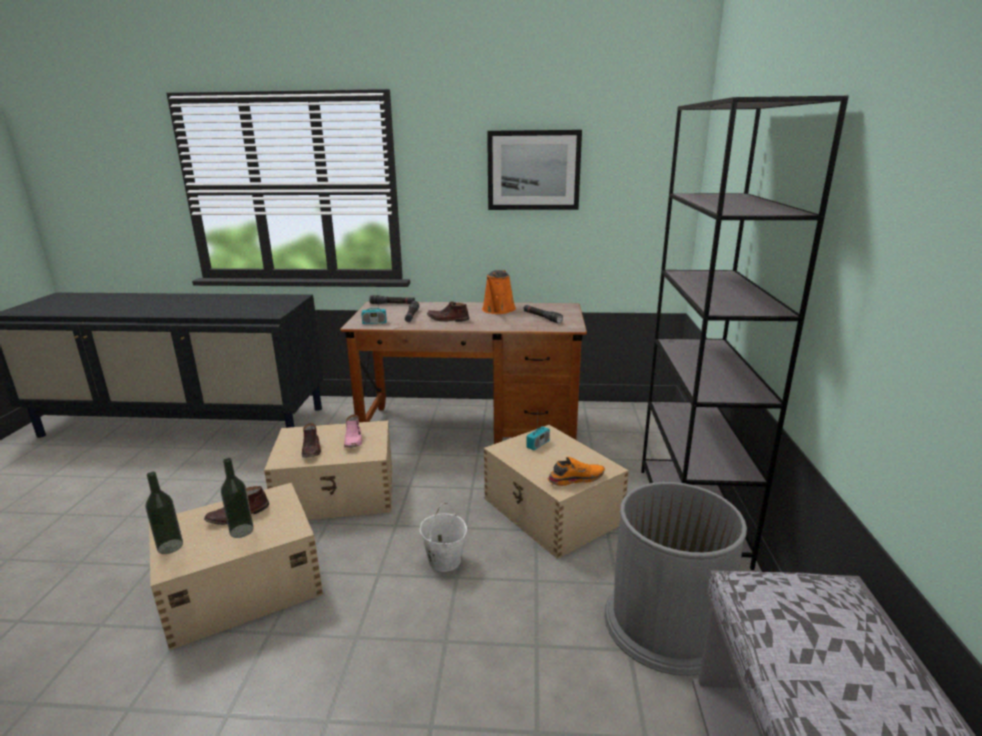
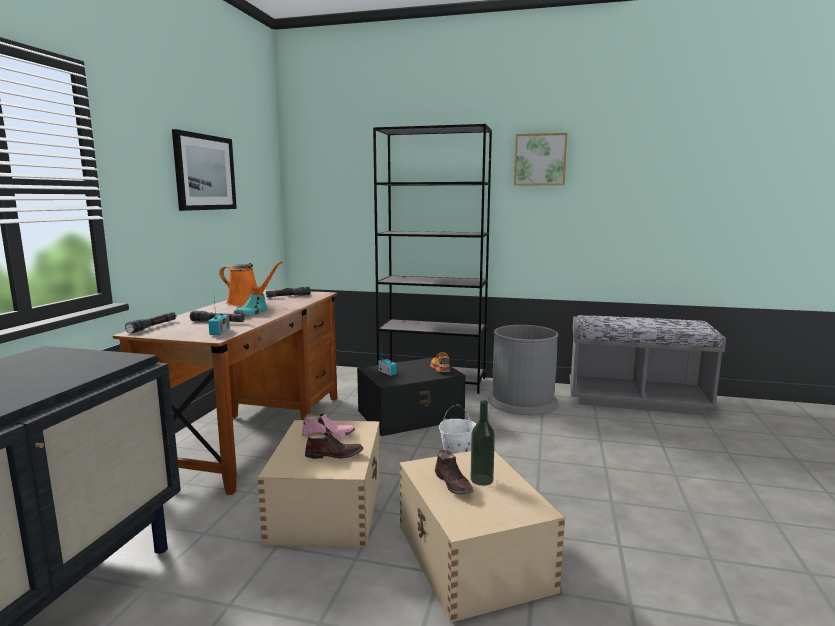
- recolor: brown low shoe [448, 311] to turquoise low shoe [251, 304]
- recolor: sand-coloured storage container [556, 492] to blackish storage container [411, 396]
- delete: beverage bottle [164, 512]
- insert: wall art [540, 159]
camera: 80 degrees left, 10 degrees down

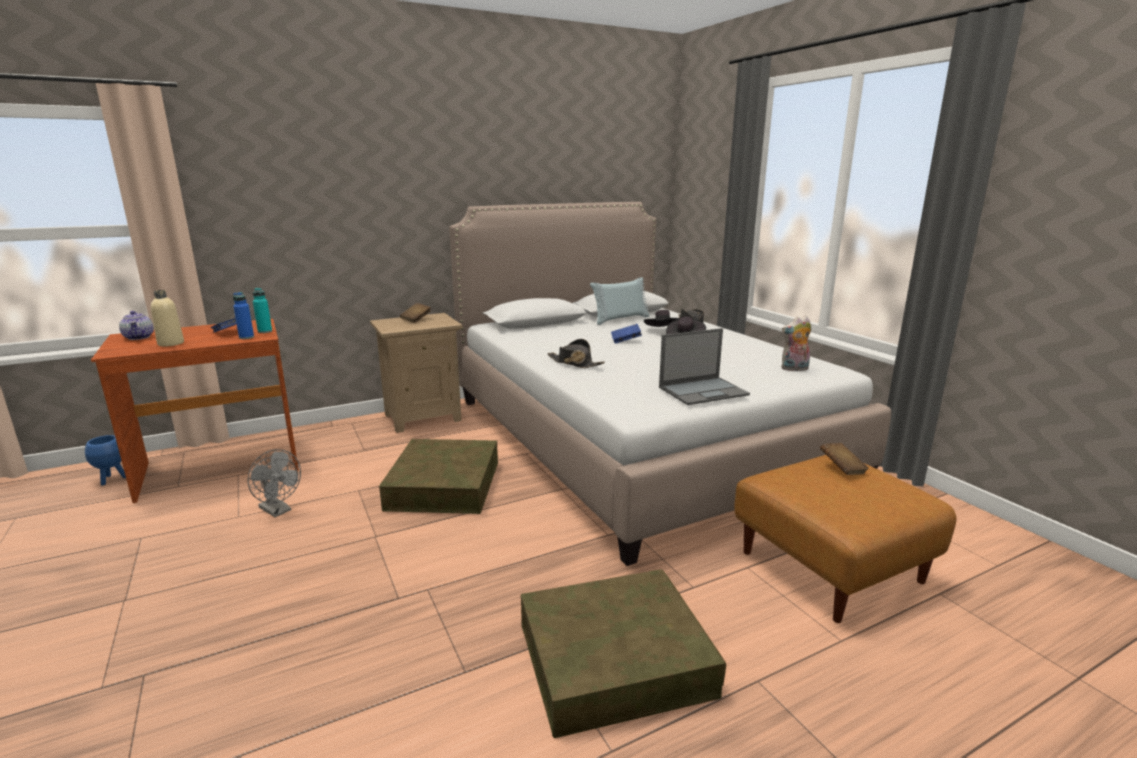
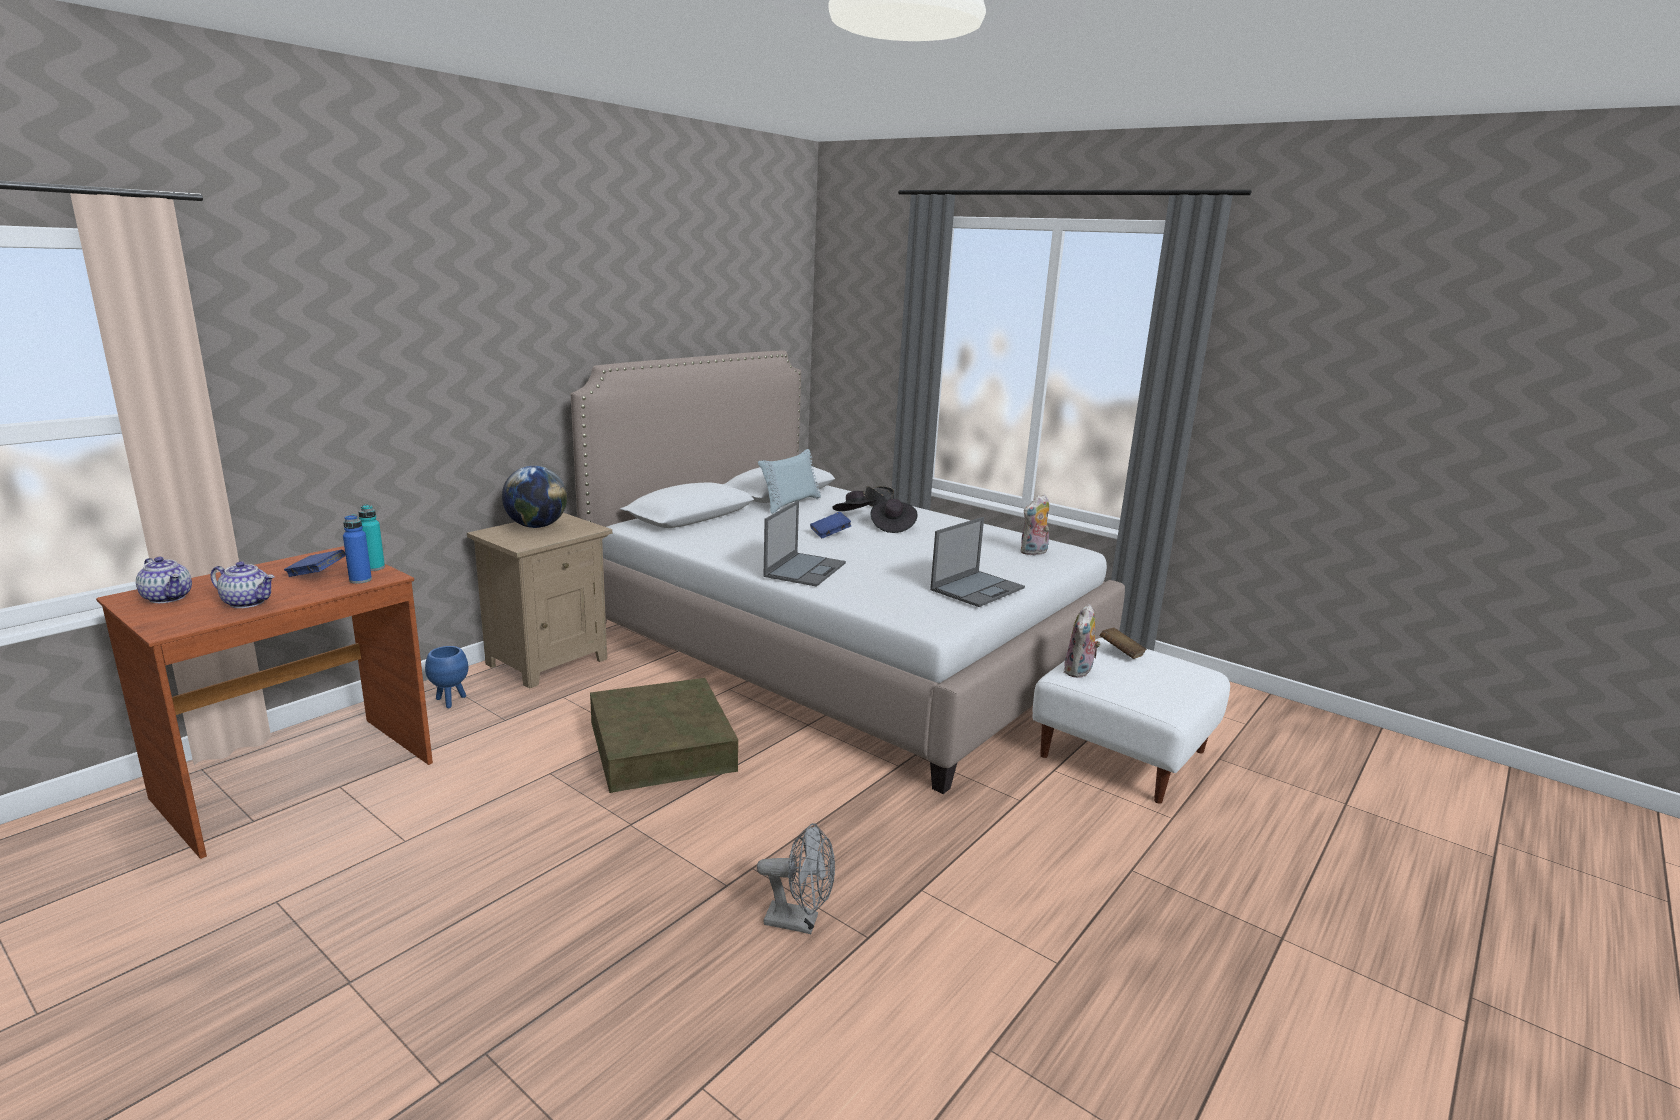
- replace: sand-coloured beverage bottle [167, 318] to pot for tea [242, 584]
- replace: brown volume [415, 313] to world globe [534, 497]
- replace: blackish hat [576, 353] to notebook computer [804, 544]
- move: blue-coloured plant pot [105, 460] to [446, 677]
- move: gray fan [274, 483] to [796, 878]
- recolor: brown footrest [845, 539] to white footrest [1131, 721]
- delete: brown storage container [623, 653]
- insert: soft toy [1082, 641]
camera: 25 degrees left, 0 degrees up

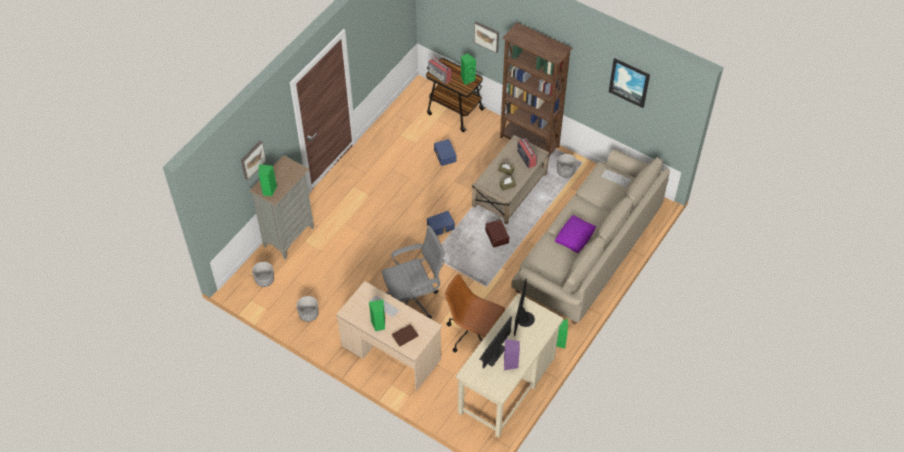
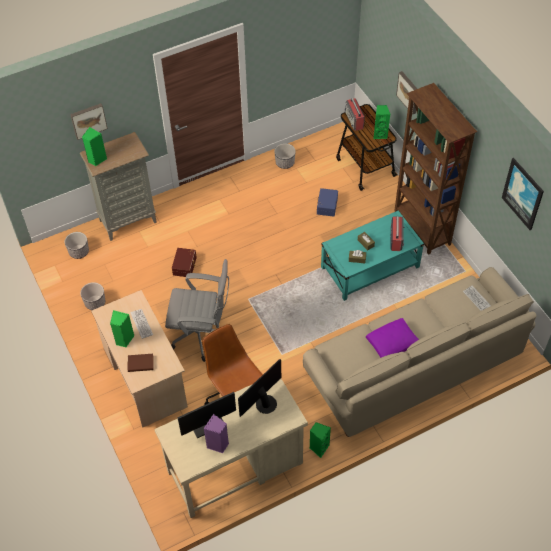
- recolor: sand-coloured lounge table [511, 180] to turquoise lounge table [372, 255]
- move: plant pot [567, 166] to [285, 156]
- delete: blue-coloured storage container [441, 223]
- move: brown storage container [497, 233] to [184, 262]
camera: 30 degrees right, 0 degrees up

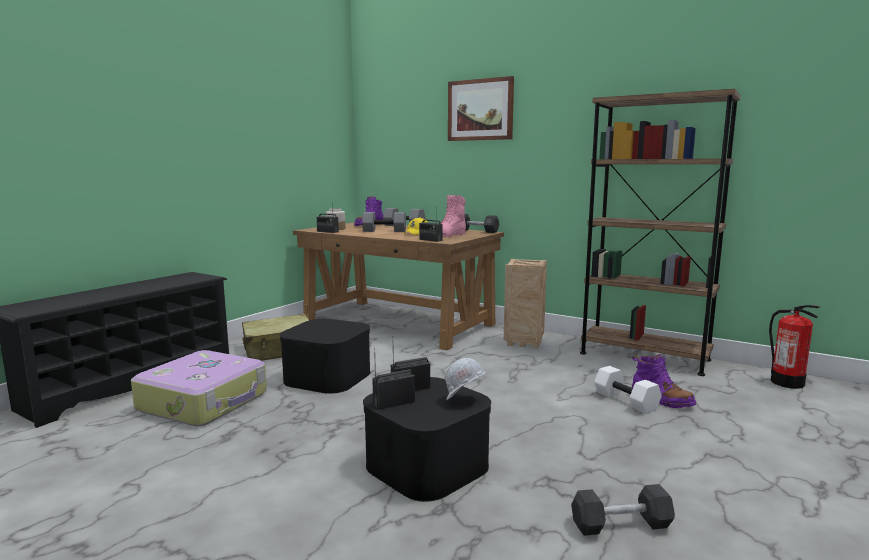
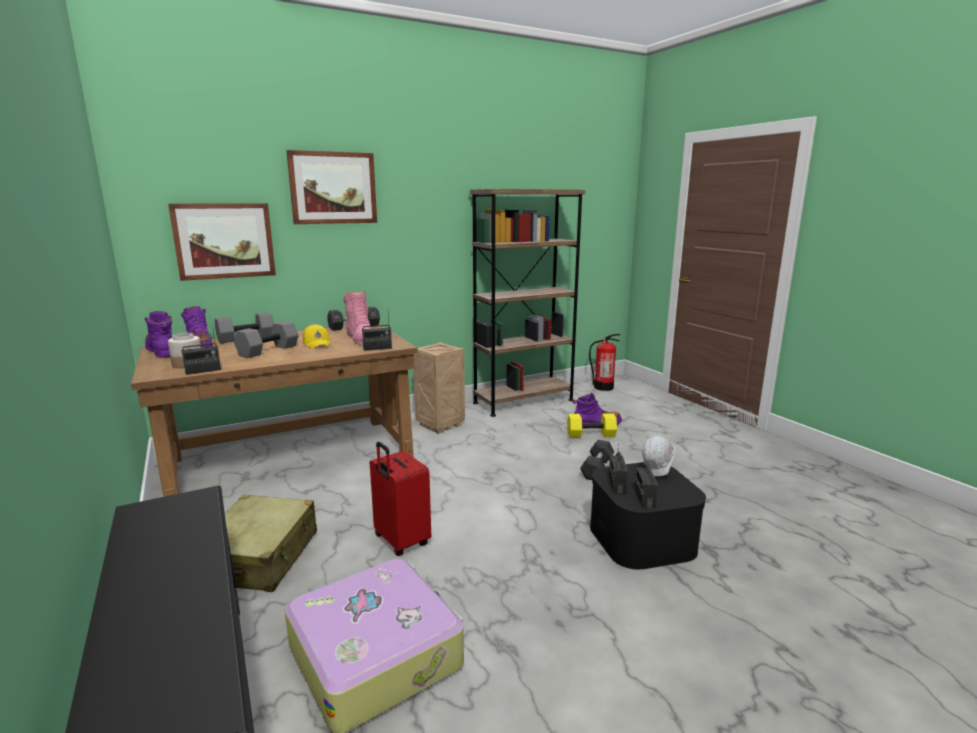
- replace: blackish storage container [325, 356] to red-coloured travel case [400, 499]
- recolor: white dumbbell [628, 390] to yellow dumbbell [592, 426]
- move: blackish dumbbell [623, 510] to [597, 460]
- insert: wall art [222, 242]
- insert: purplish tall boot [158, 334]
camera: 60 degrees left, 5 degrees up

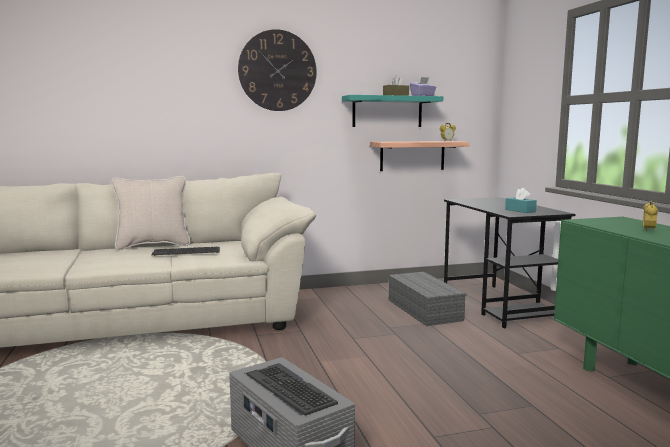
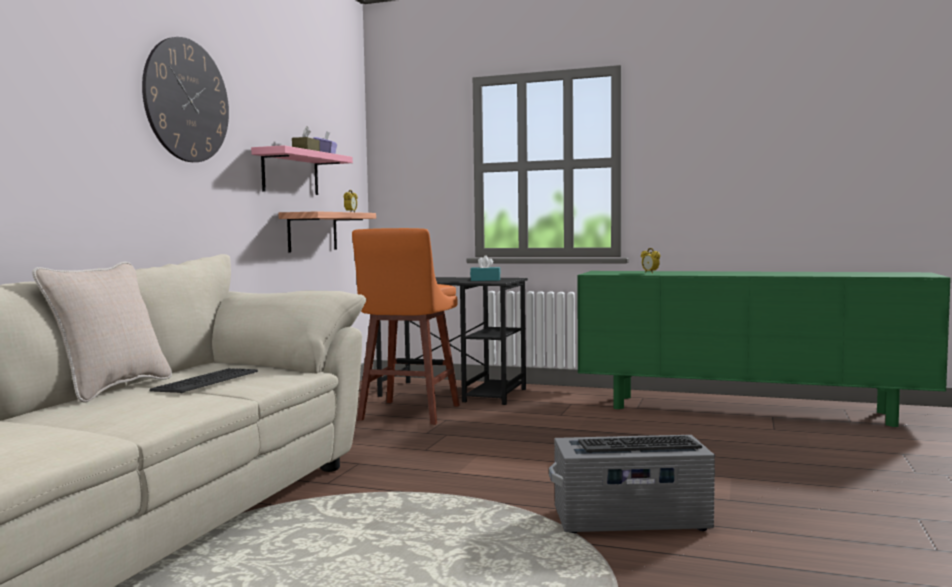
- recolor: turquoise bracket shelf [392, 111] to pink-coloured bracket shelf [302, 170]
- replace: gray storage container [427, 299] to orange stool [406, 326]
camera: 55 degrees left, 5 degrees down

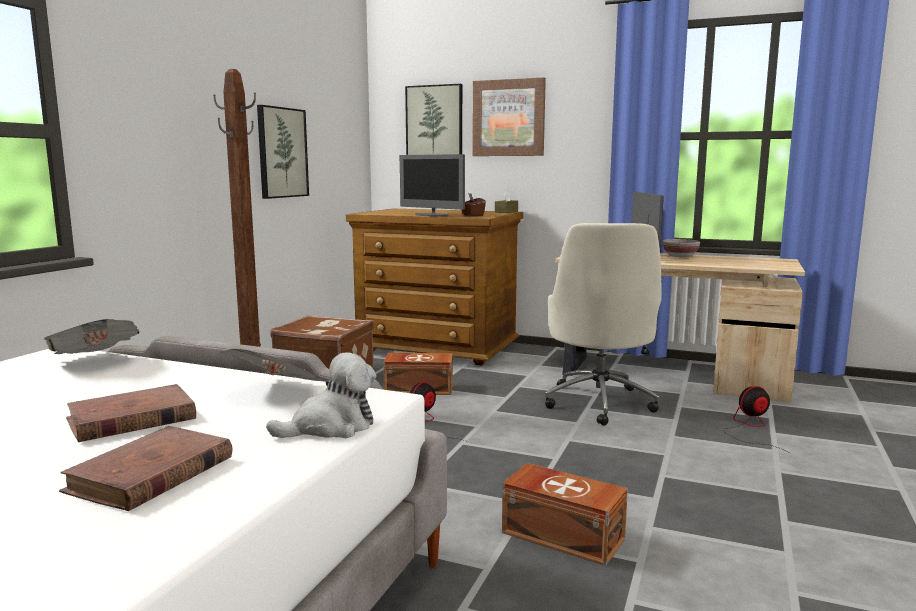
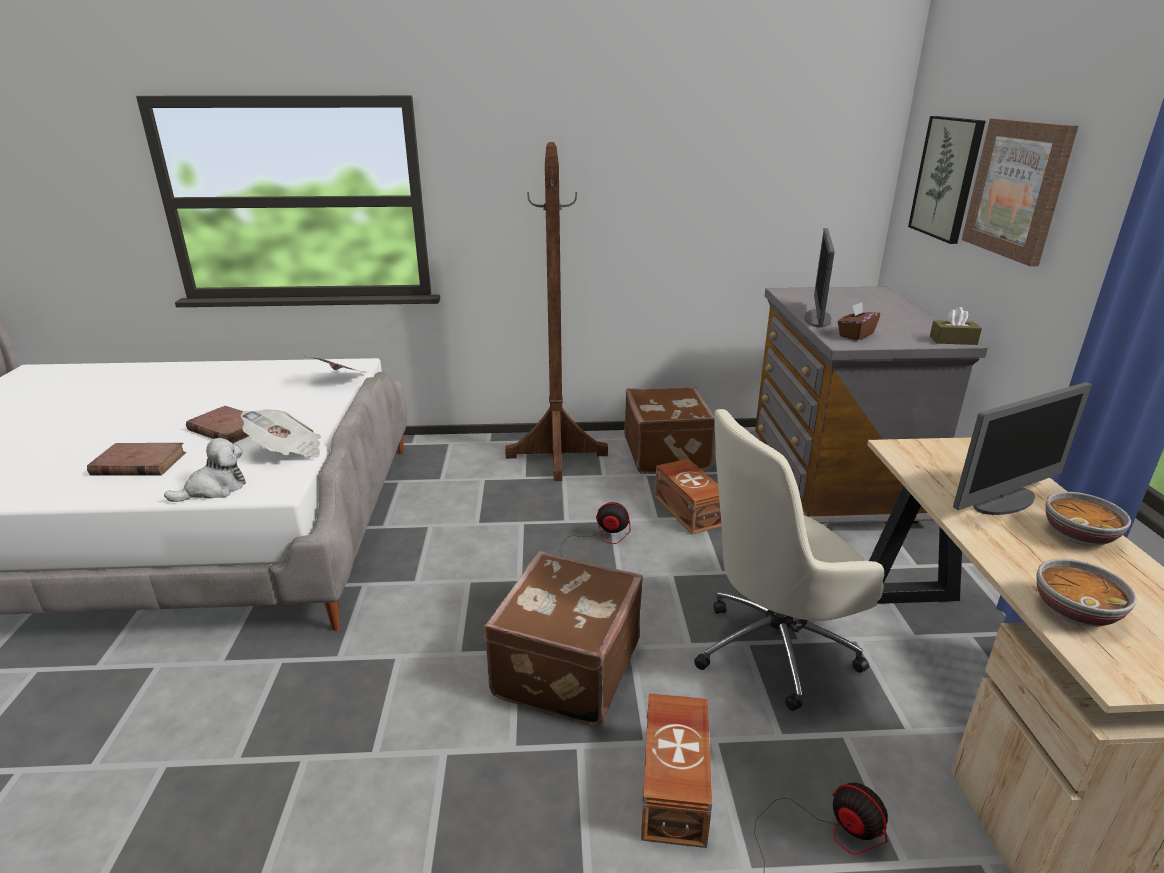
- delete: wall art [283, 152]
- recolor: brown chest of drawers [434, 287] to gray chest of drawers [869, 405]
- rotate: soft toy [321, 395] = [205, 470] 75 degrees counterclockwise
- move: brown storage container [565, 514] to [676, 770]
- insert: brown travel case [563, 639]
- insert: serving bowl [1086, 593]
camera: 65 degrees right, 15 degrees up

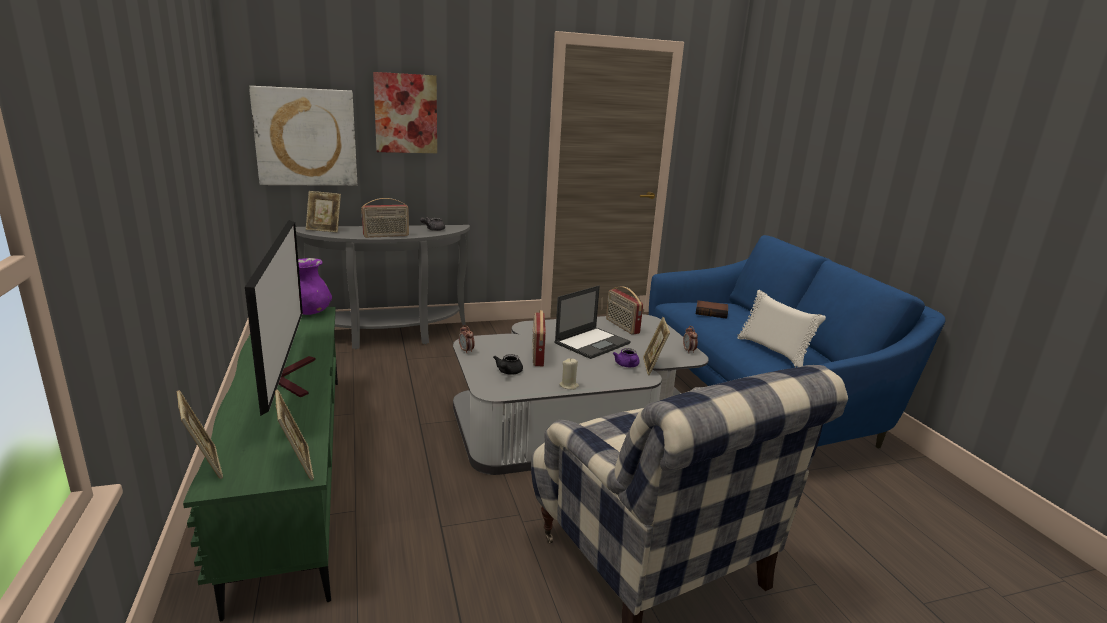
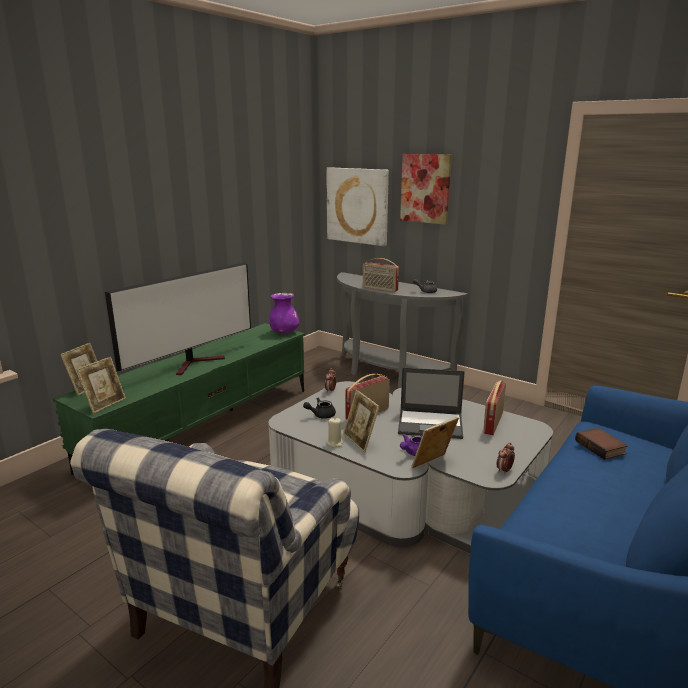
- move: photo frame [323, 212] to [361, 421]
- delete: white throw pillow [781, 328]
camera: 55 degrees right, 0 degrees up

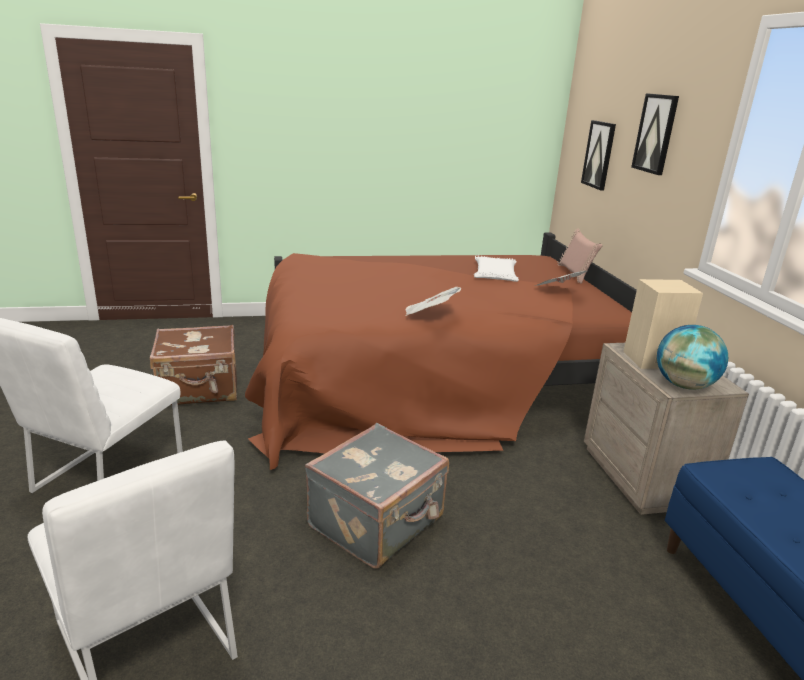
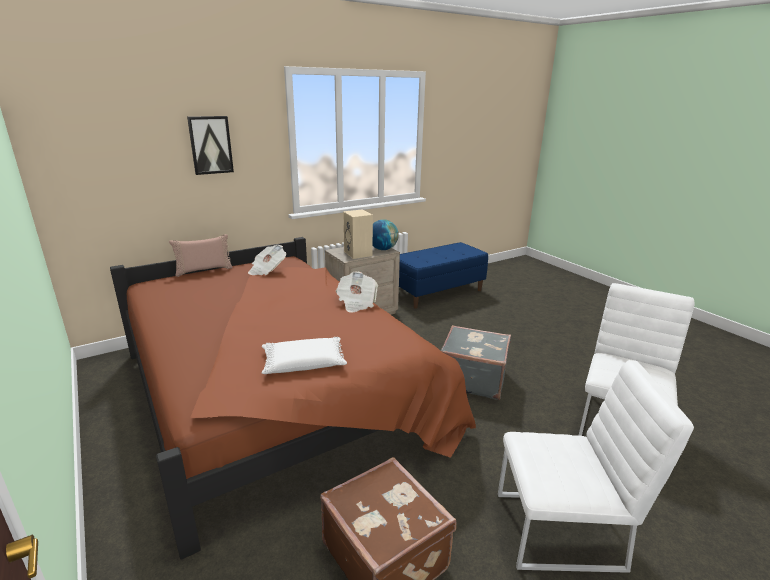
- delete: wall art [598, 155]
- move: white throw pillow [496, 268] to [304, 355]
camera: 110 degrees left, 0 degrees up

